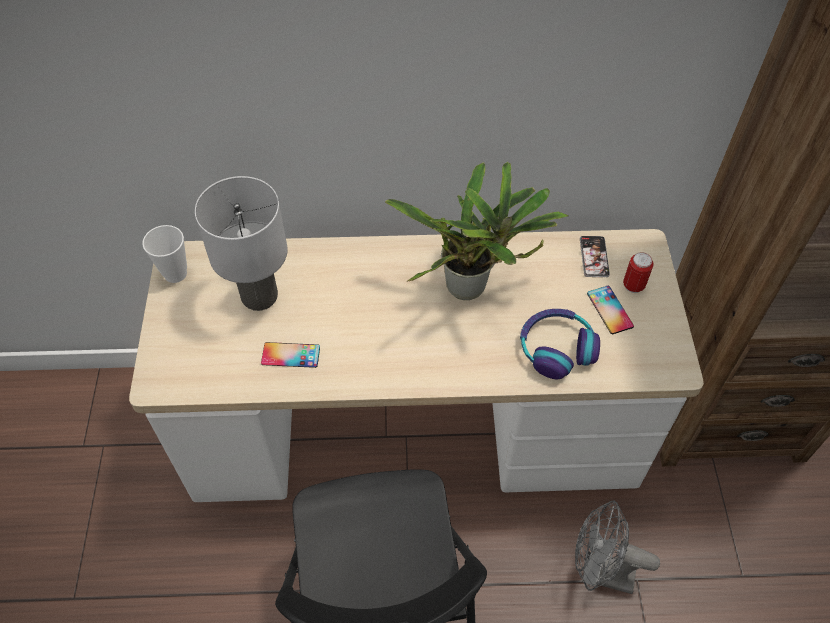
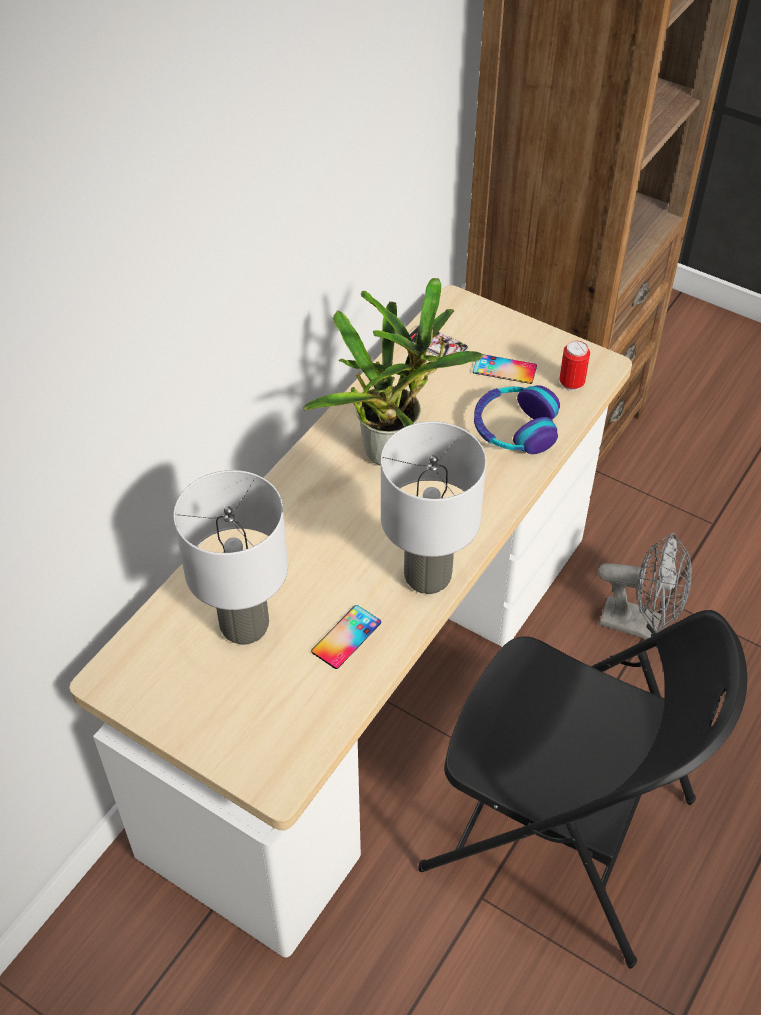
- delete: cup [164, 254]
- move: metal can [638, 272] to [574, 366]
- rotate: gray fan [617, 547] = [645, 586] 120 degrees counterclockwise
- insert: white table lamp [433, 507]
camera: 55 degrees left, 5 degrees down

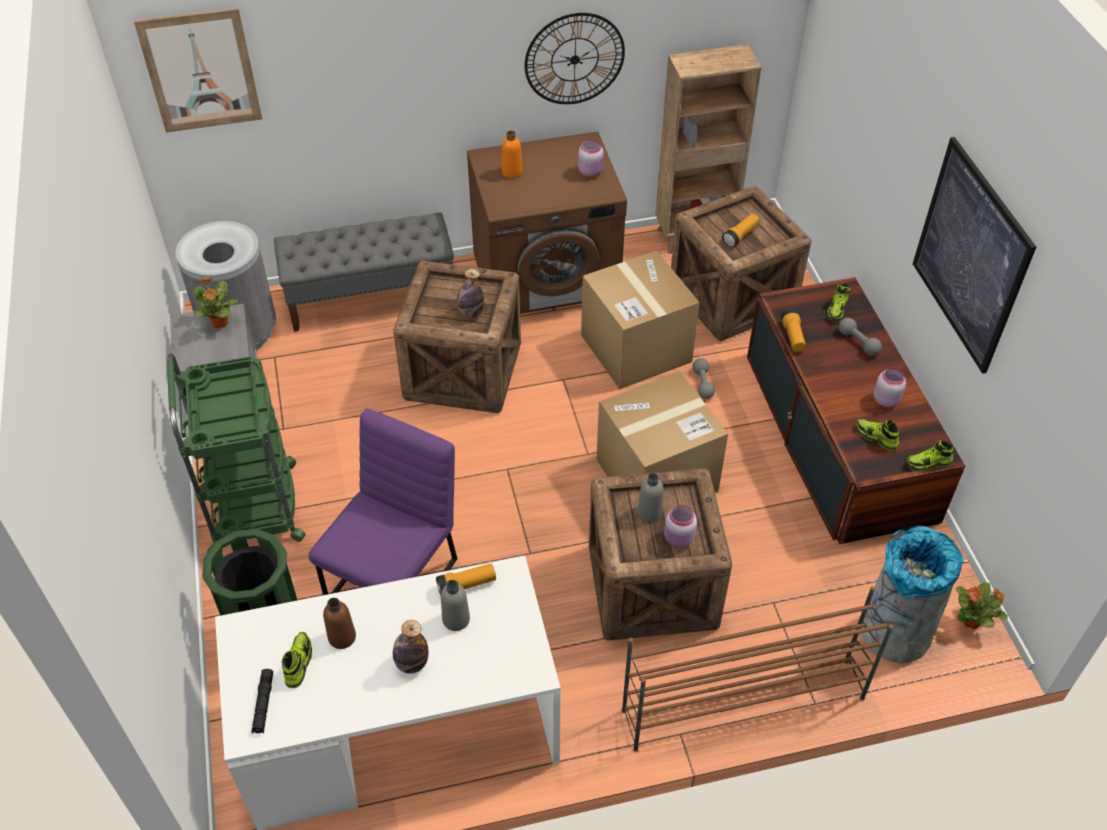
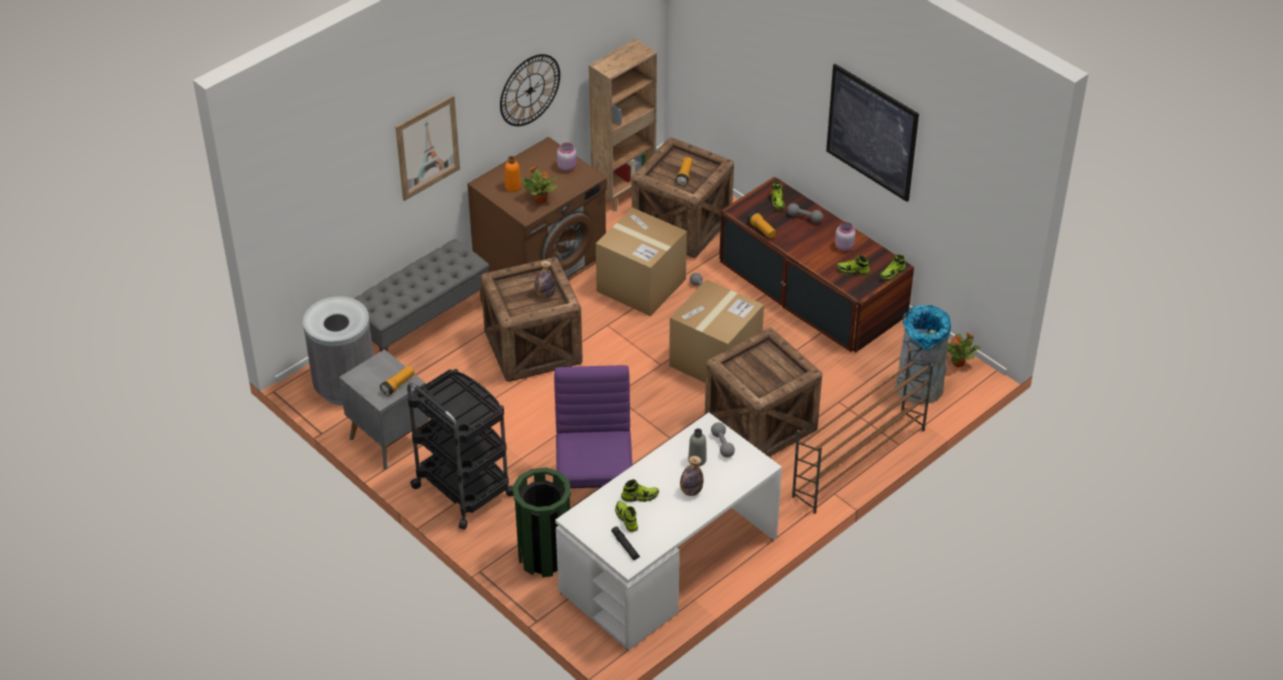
- move: wall art [198, 70] to [427, 148]
- move: houseplant [216, 302] to [540, 185]
- recolor: green-coloured wheeled cart [236, 453] to blackish wheeled cart [460, 449]
- delete: gray beverage bottle [650, 497]
- delete: pink-coloured jar [680, 526]
- move: hand torch [466, 579] to [397, 381]
- replace: brown beverage bottle [339, 623] to low shoe [640, 490]
- insert: gray dumbbell [723, 439]
camera: 30 degrees left, 5 degrees down

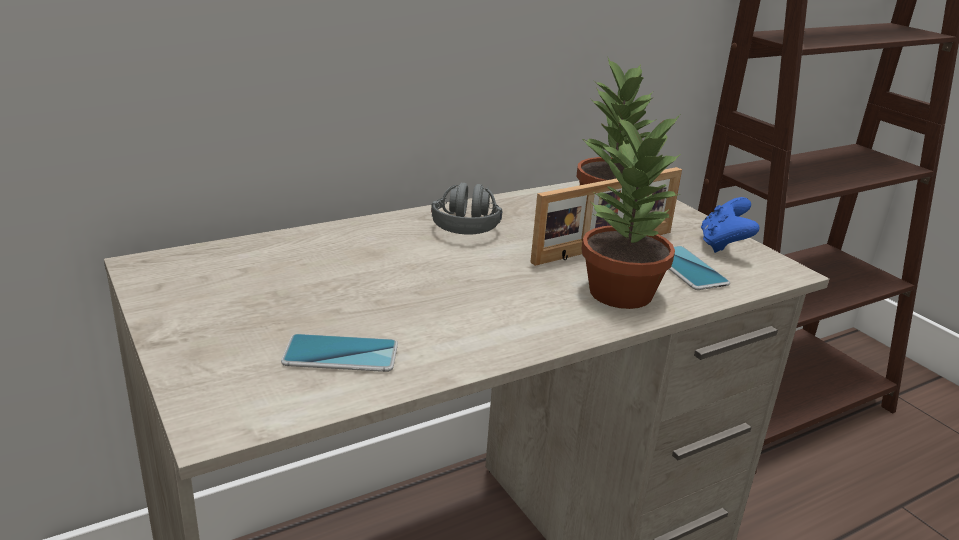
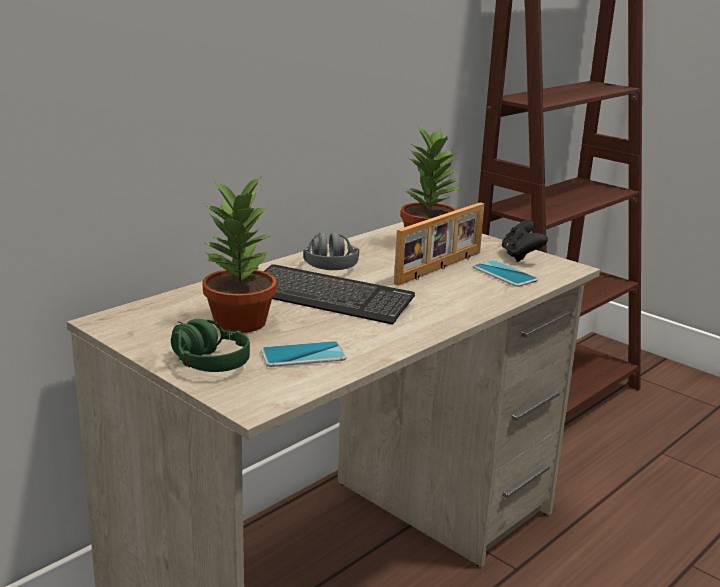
- move: houseplant [631, 211] to [239, 254]
- recolor: blue-coloured game controller [730, 225] to blackish game controller [525, 241]
- insert: PC keyboard [339, 295]
- insert: green-coloured headset [210, 345]
camera: 15 degrees left, 5 degrees down

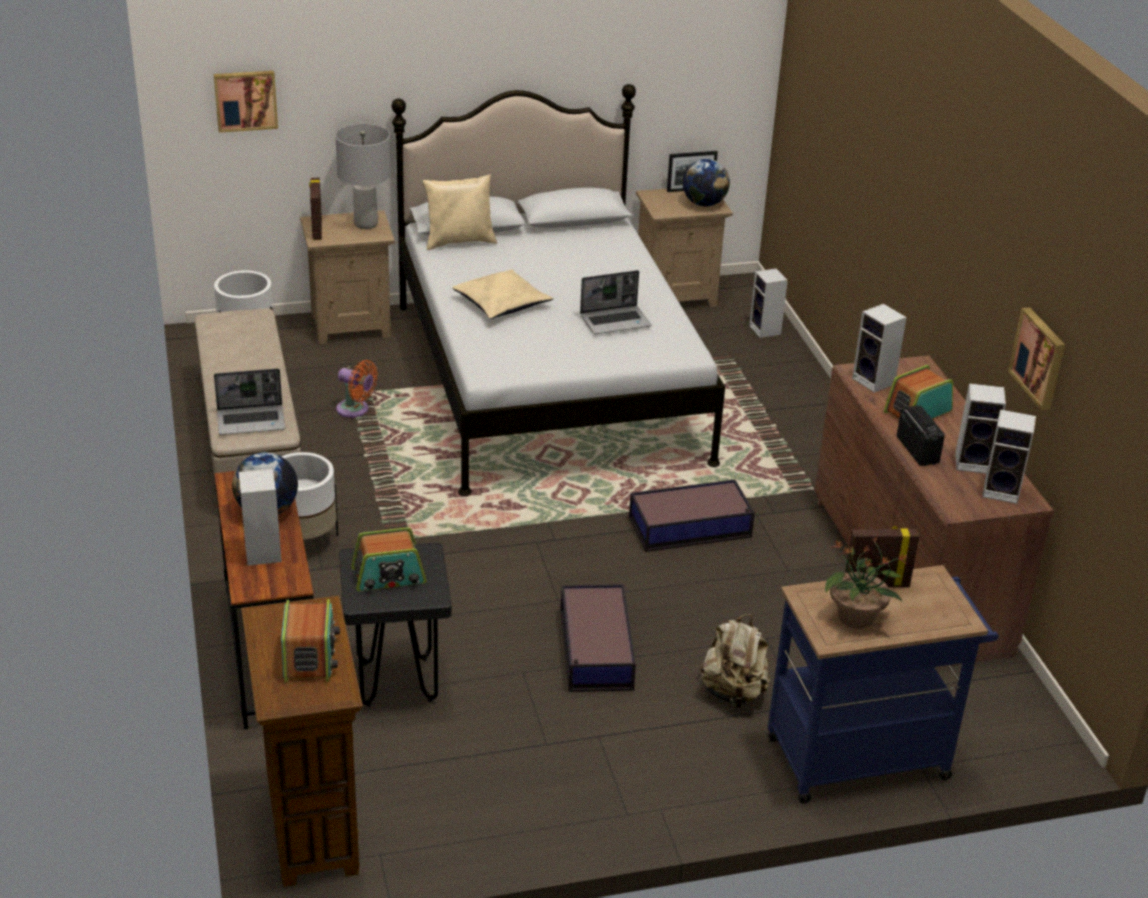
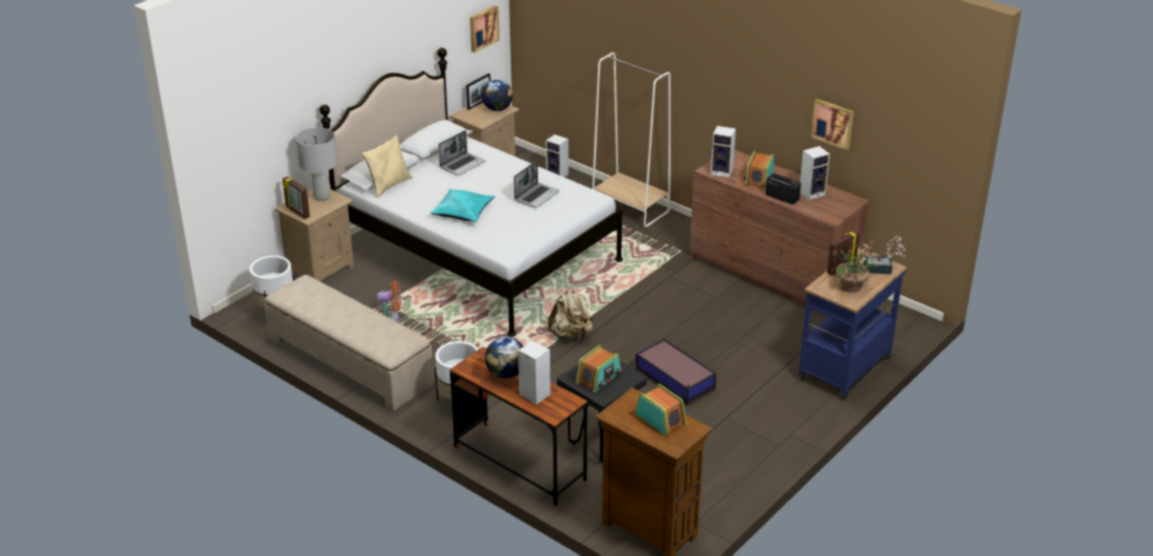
- move: wall art [246, 102] to [485, 29]
- recolor: sand-coloured throw pillow [503, 294] to turquoise throw pillow [463, 205]
- move: notebook computer [249, 402] to [461, 153]
- delete: loudspeaker [1009, 456]
- delete: storage container [692, 515]
- move: sand-coloured knapsack [735, 661] to [570, 313]
- insert: garment rack [631, 139]
- insert: houseplant [882, 255]
camera: 35 degrees left, 0 degrees up

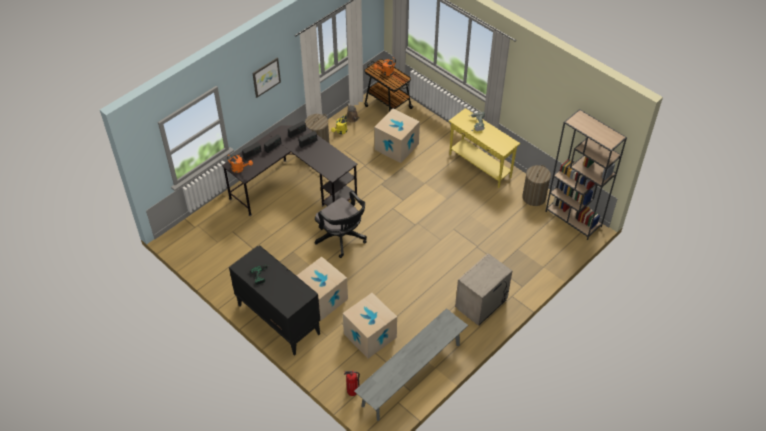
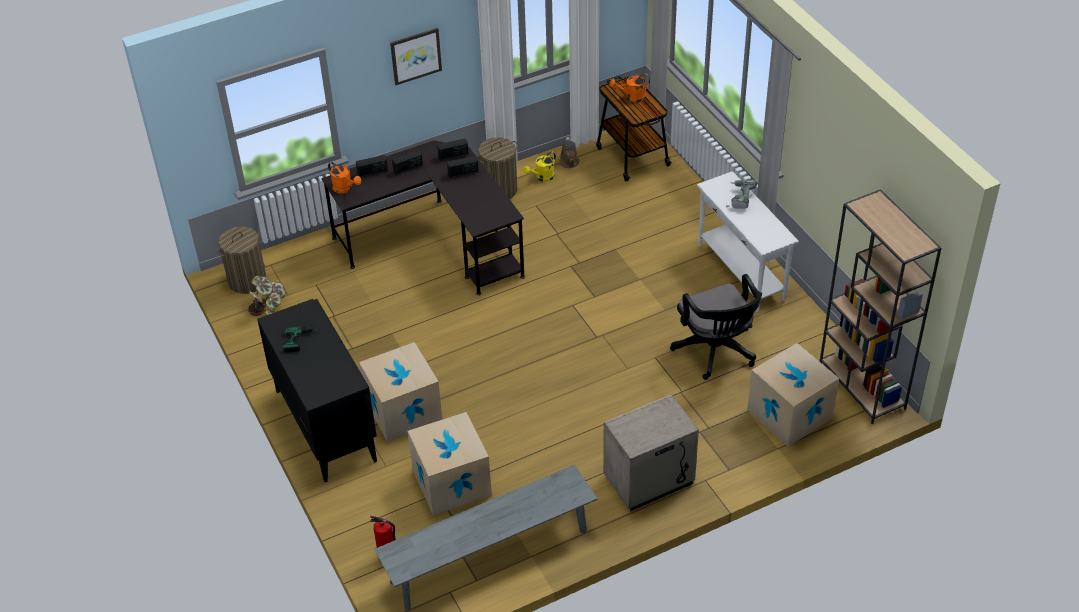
- recolor: yellow narrow table [484, 148] to white narrow table [748, 241]
- move: carton [397, 136] to [793, 394]
- move: laundry basket [536, 185] to [241, 260]
- move: blackish computer chair [341, 224] to [716, 327]
- insert: houseplant [267, 296]
camera: 20 degrees right, 5 degrees down

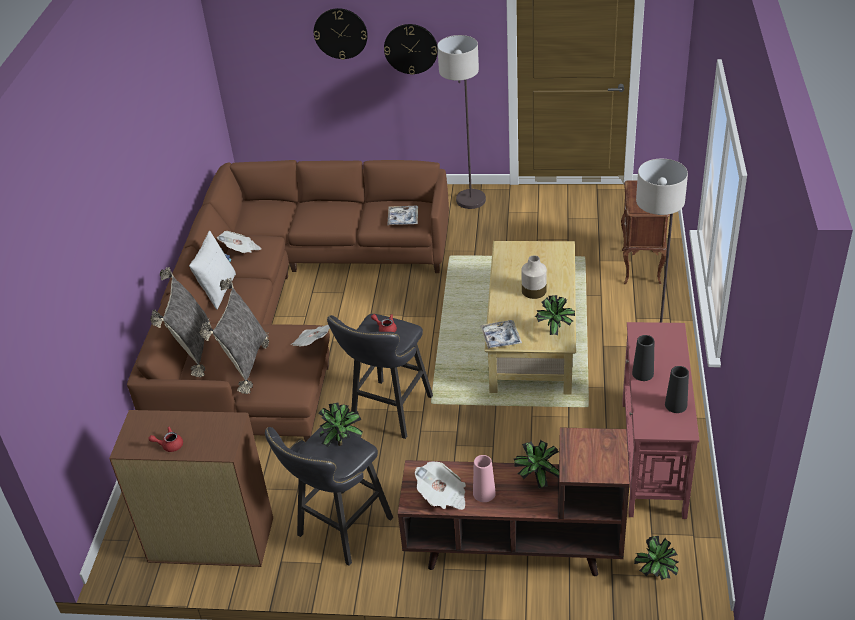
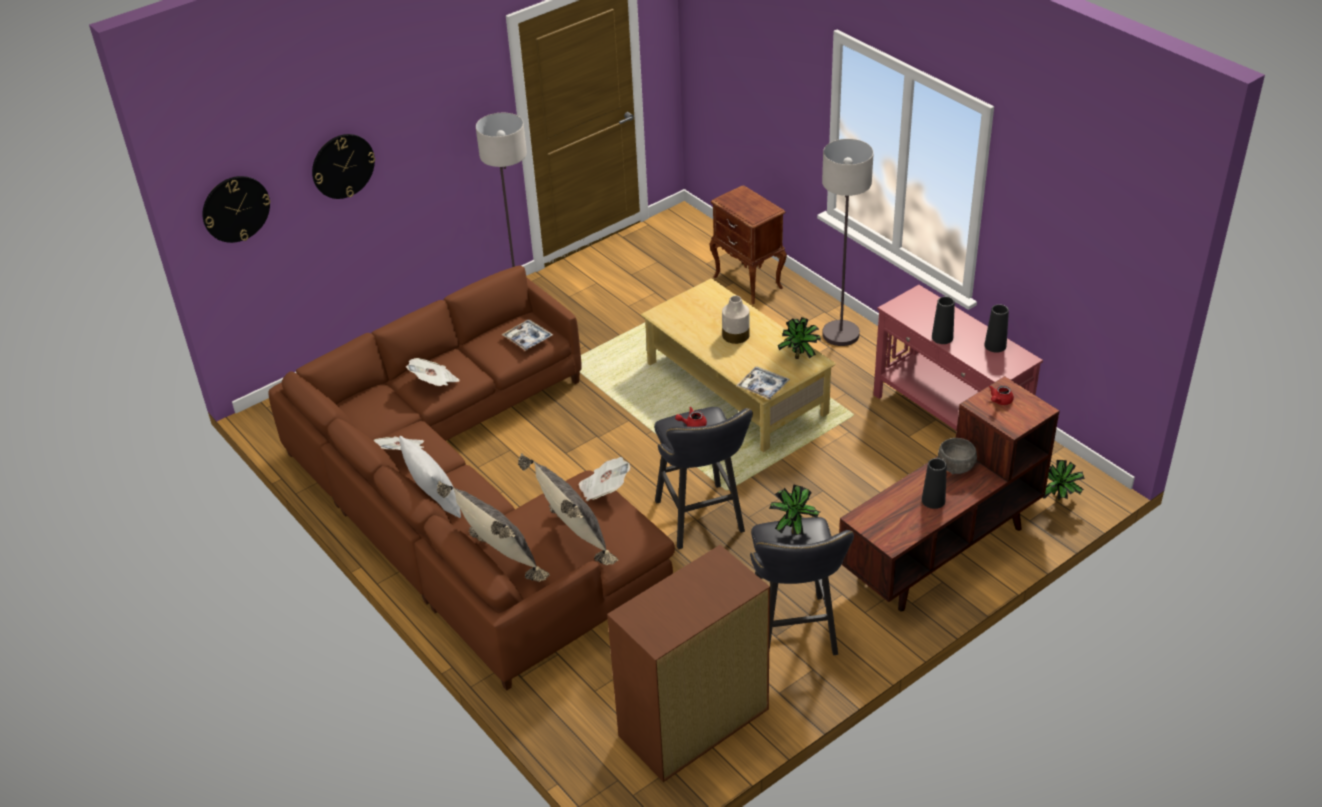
- move: wall clock [411, 49] to [236, 209]
- move: red-coloured pot for tea [165, 439] to [1001, 395]
- replace: houseplant [536, 464] to gray serving bowl [957, 456]
- recolor: pink-coloured decorative vase [484, 478] to blackish decorative vase [934, 483]
- move: printed paper [440, 485] to [433, 372]
camera: 45 degrees left, 0 degrees up

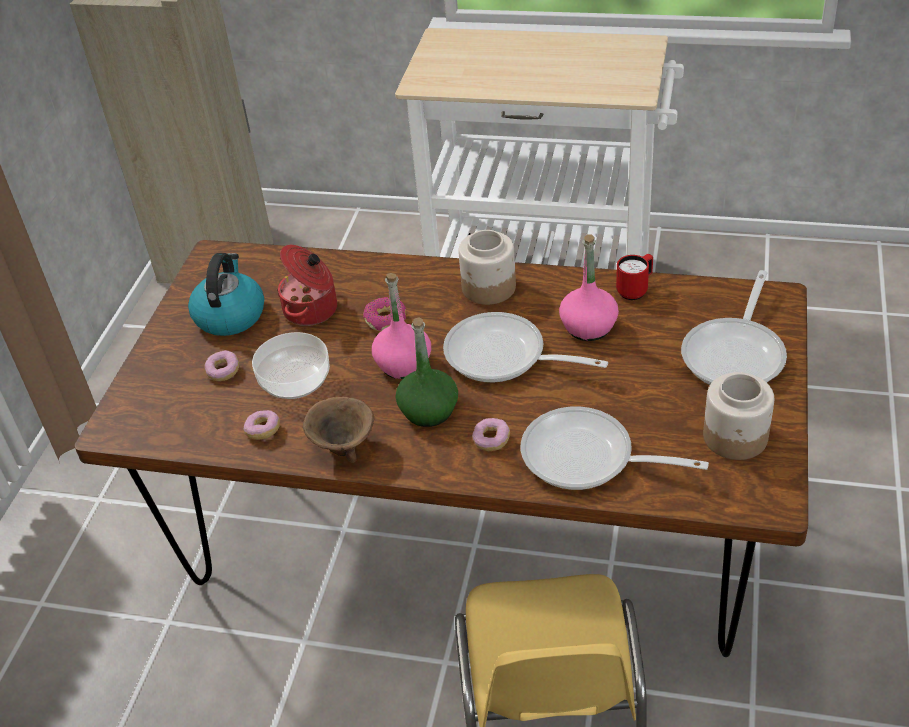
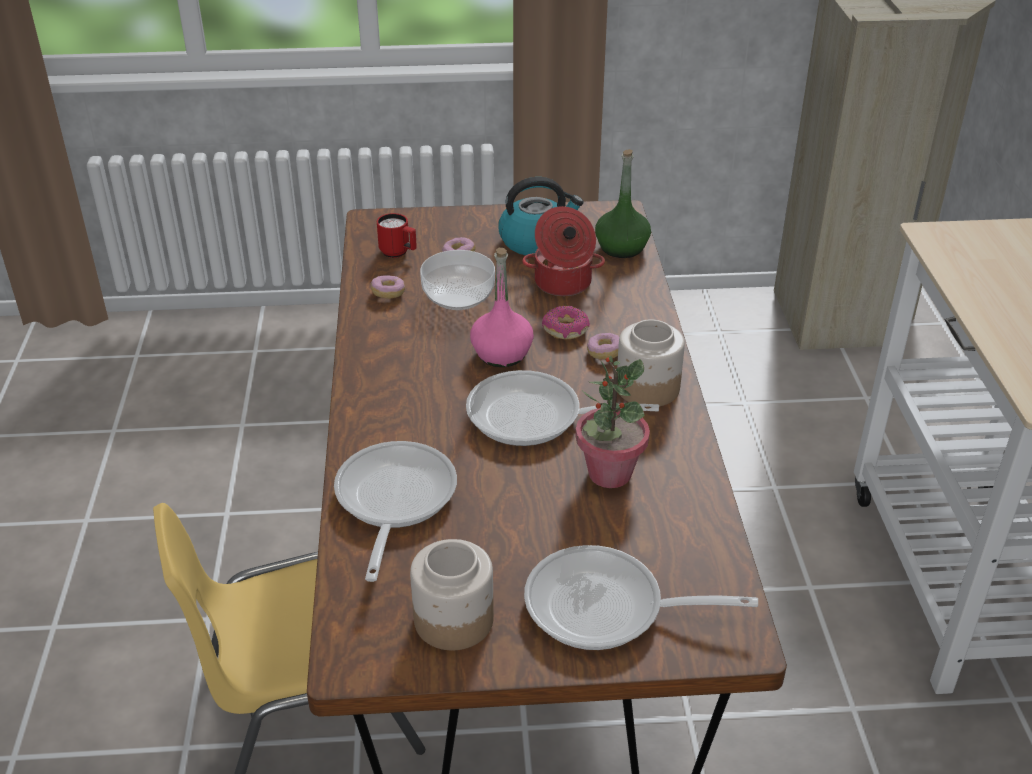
- replace: pink-coloured beverage bottle [589, 287] to houseplant [612, 422]
- move: red-coloured coffee mug [634, 277] to [397, 235]
- rotate: skillet [525, 347] = [562, 408] 90 degrees counterclockwise
- move: green-coloured beverage bottle [427, 372] to [623, 203]
- delete: brown serving bowl [338, 430]
- move: donut [491, 434] to [603, 346]
camera: 70 degrees right, 5 degrees down

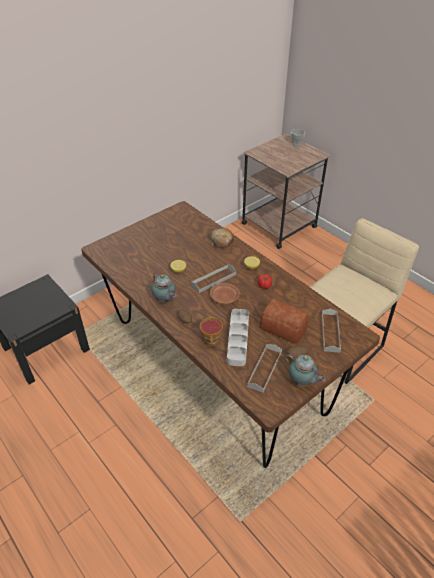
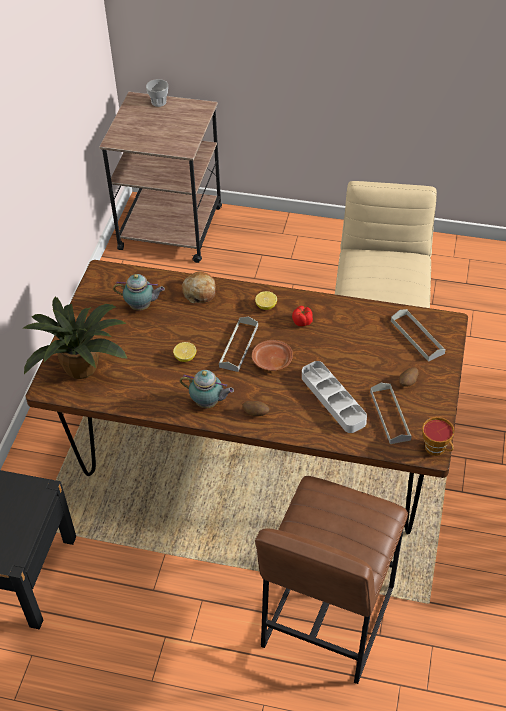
- delete: baked bread [284, 321]
- move: cup [211, 331] to [438, 436]
- move: pot for tea [305, 370] to [139, 292]
- insert: houseplant [75, 338]
- insert: brown plain chair [331, 580]
camera: 35 degrees left, 5 degrees up

